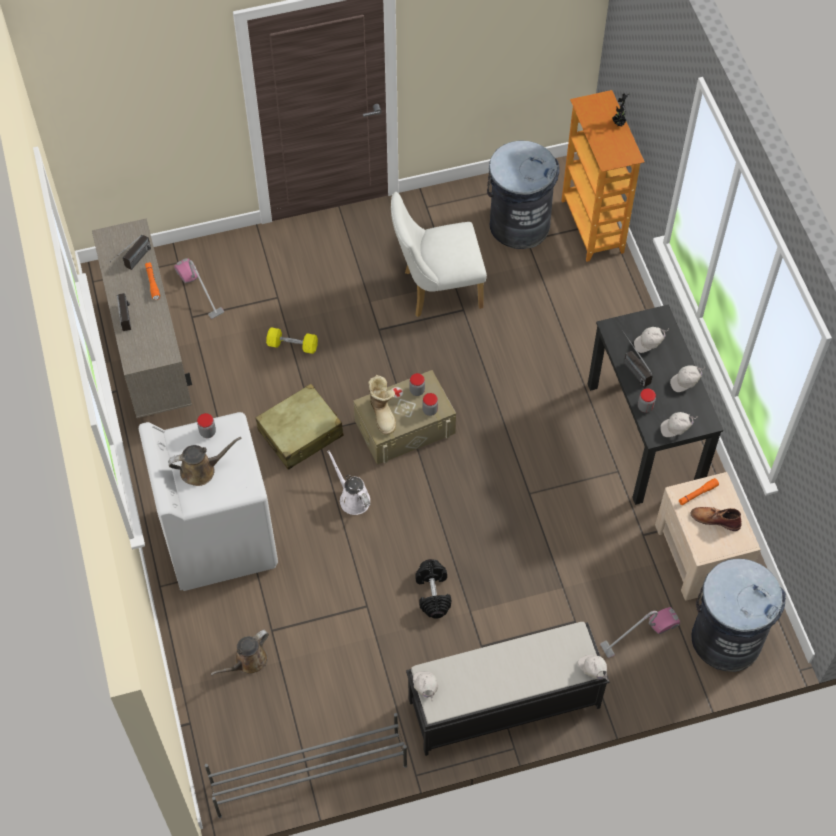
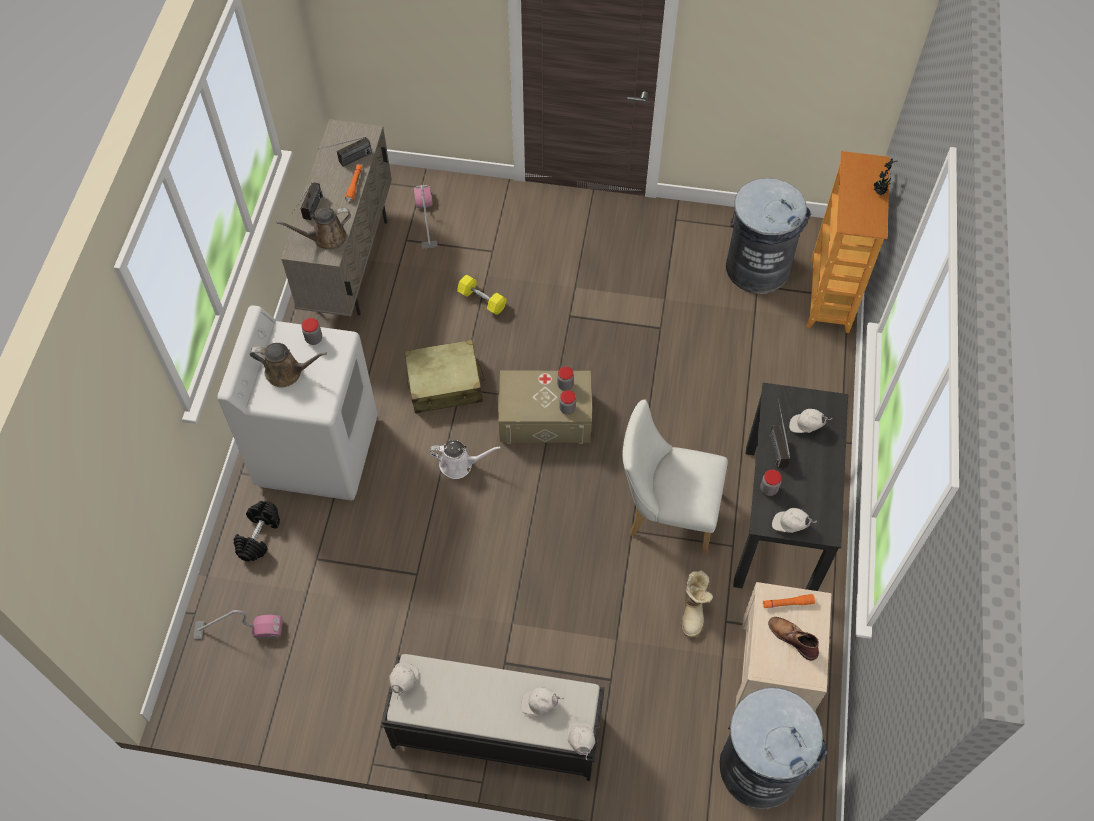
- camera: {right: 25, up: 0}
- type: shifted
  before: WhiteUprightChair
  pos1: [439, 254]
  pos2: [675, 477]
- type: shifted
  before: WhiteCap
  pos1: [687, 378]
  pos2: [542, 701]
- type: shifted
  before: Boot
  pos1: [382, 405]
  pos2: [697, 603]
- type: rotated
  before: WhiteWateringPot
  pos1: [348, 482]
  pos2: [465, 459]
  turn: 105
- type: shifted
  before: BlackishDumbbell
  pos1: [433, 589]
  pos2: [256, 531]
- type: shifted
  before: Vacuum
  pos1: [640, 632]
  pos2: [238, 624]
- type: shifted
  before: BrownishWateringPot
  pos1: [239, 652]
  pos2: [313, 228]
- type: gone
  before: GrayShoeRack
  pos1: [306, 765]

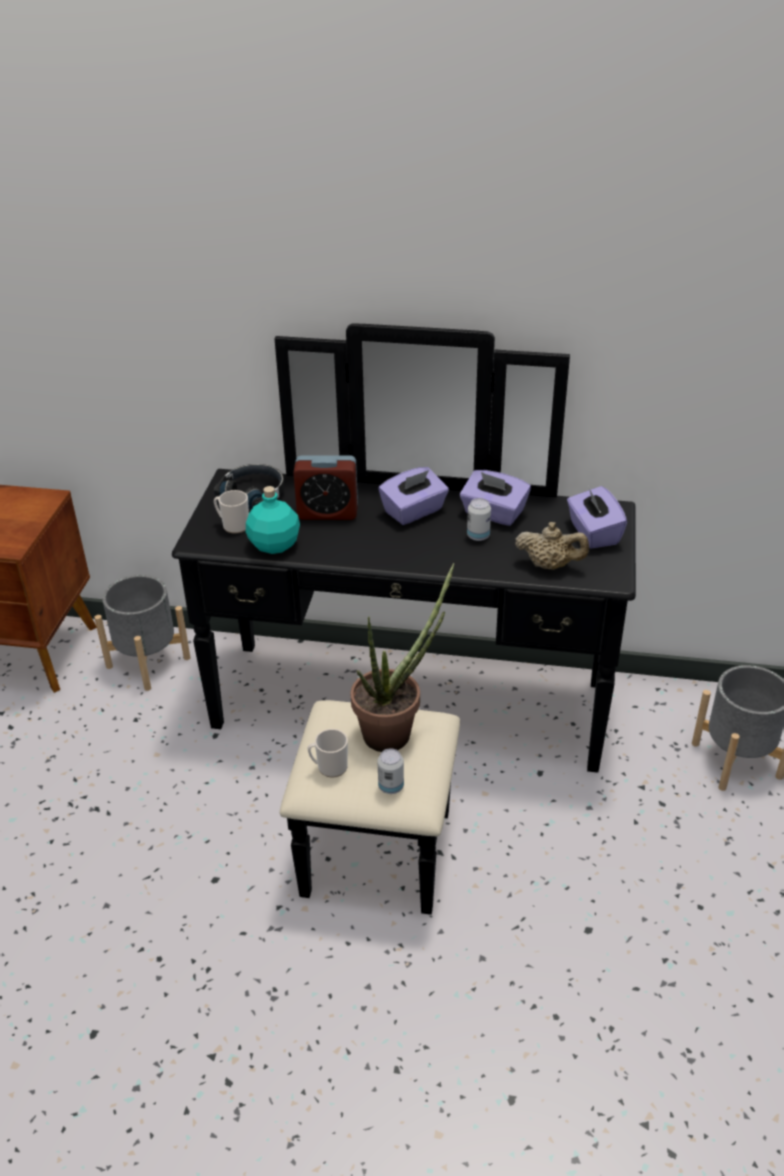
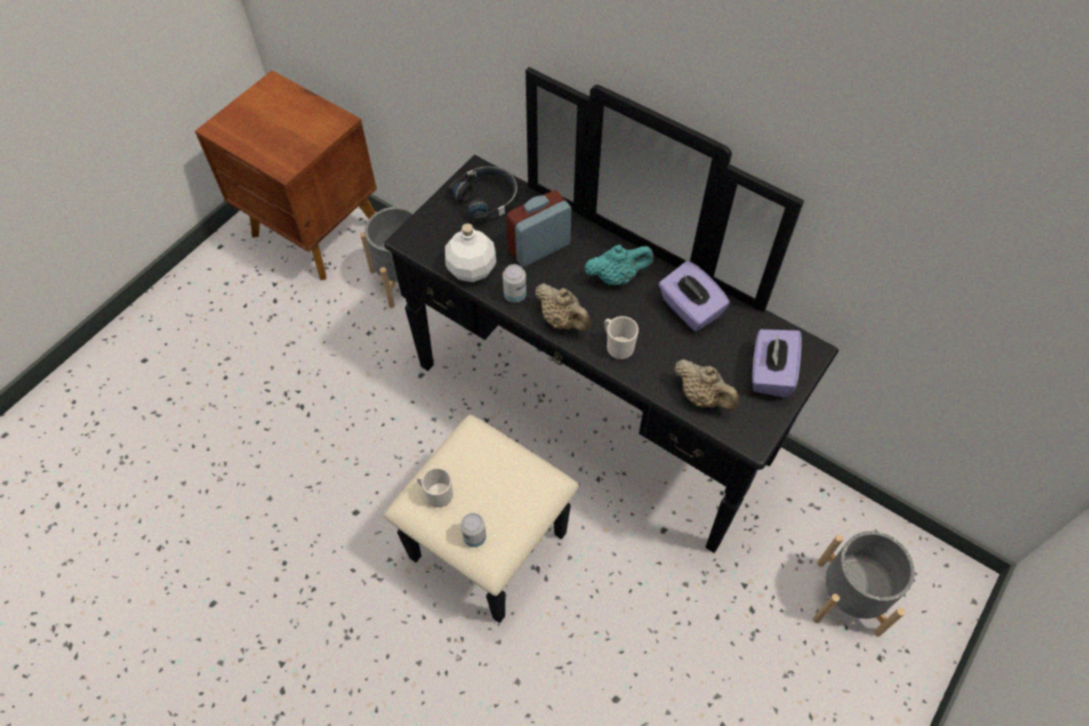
- camera: {right: 25, up: 20}
- type: rotated
  before: AlarmClock
  pos1: [325, 487]
  pos2: [539, 228]
  turn: 120
- type: swapped
  before: PurpleBoxOfTissues
  after: TurquoiseTeapot
  pos1: [413, 496]
  pos2: [619, 265]
- type: repainted
  before: TurquoiseBottle
  after: WhiteBottle
  pos1: [273, 520]
  pos2: [470, 252]
- type: shifted
  before: Mug
  pos1: [231, 512]
  pos2: [621, 338]
- type: shifted
  before: SealedCan
  pos1: [479, 519]
  pos2: [514, 283]
- type: gone
  before: PottedPlant
  pos1: [402, 657]
- type: new
  after: SandColouredTeapot
  pos2: [563, 307]

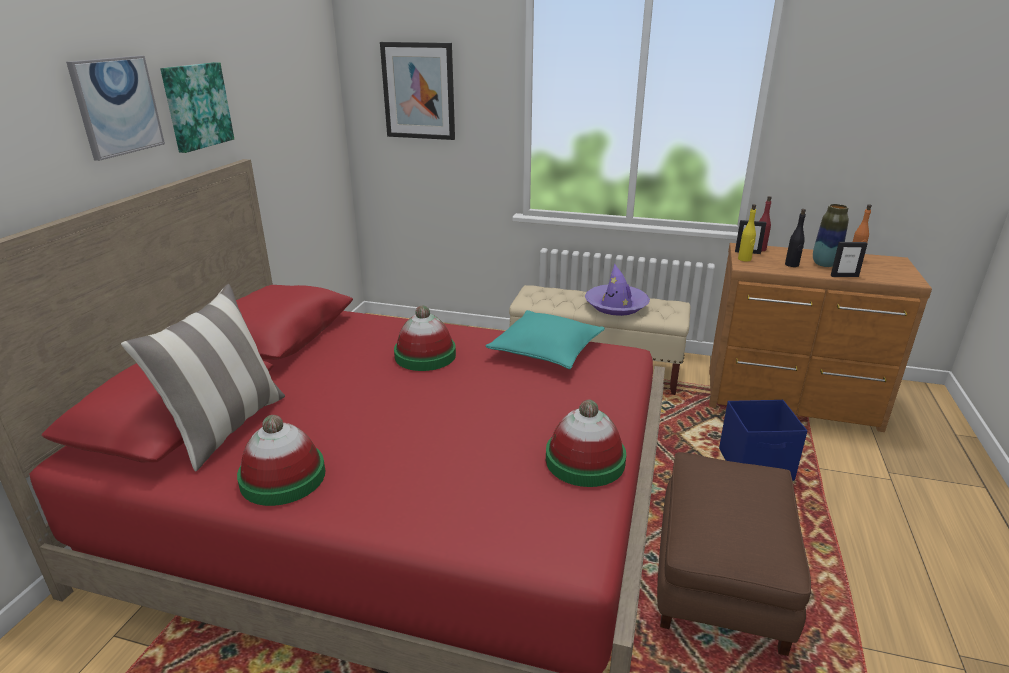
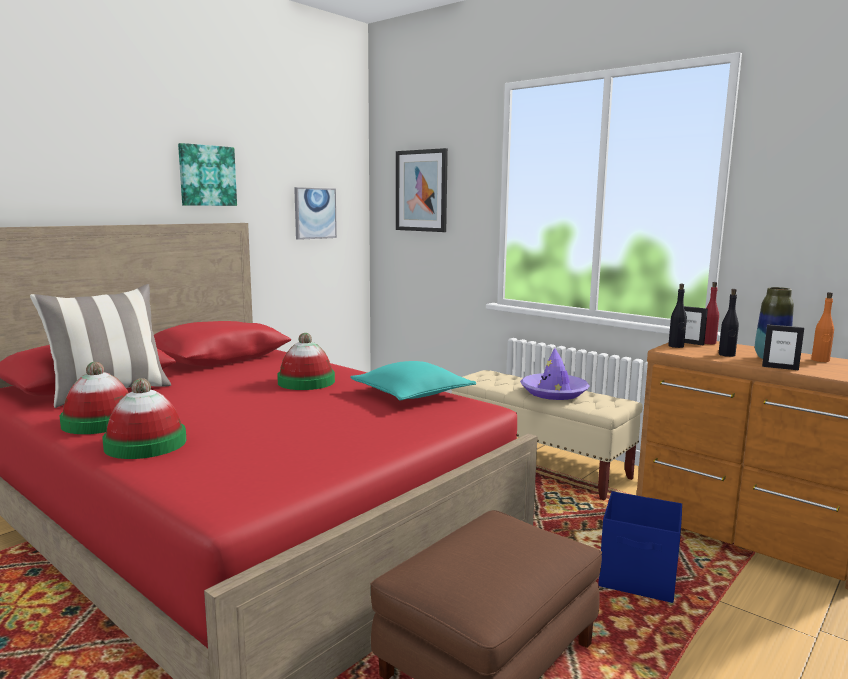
- camera: {right: 25, up: -15}
- type: shifted
  before: WallArt
  pos1: [115, 108]
  pos2: [315, 213]
- type: repainted
  before: YellowBottle
  after: BlackishBottle
  pos1: [747, 232]
  pos2: [677, 316]
- type: shifted
  before: WearableHat
  pos1: [586, 443]
  pos2: [144, 418]

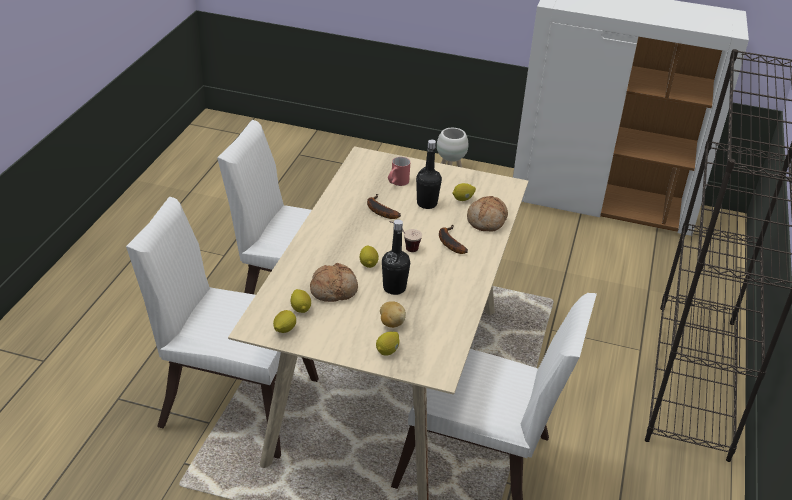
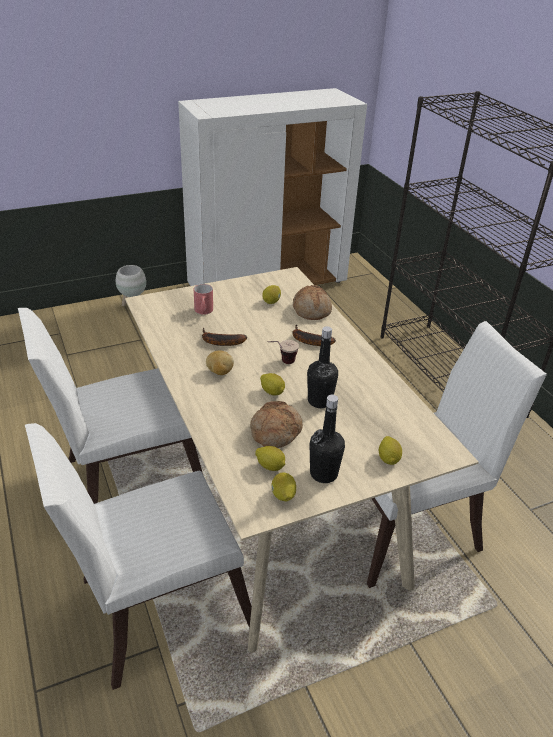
- camera: {right: -40, up: 0}
- type: shifted
  before: BlackishBottle
  pos1: [429, 174]
  pos2: [327, 439]
- type: shifted
  before: WholePotato
  pos1: [393, 314]
  pos2: [220, 362]

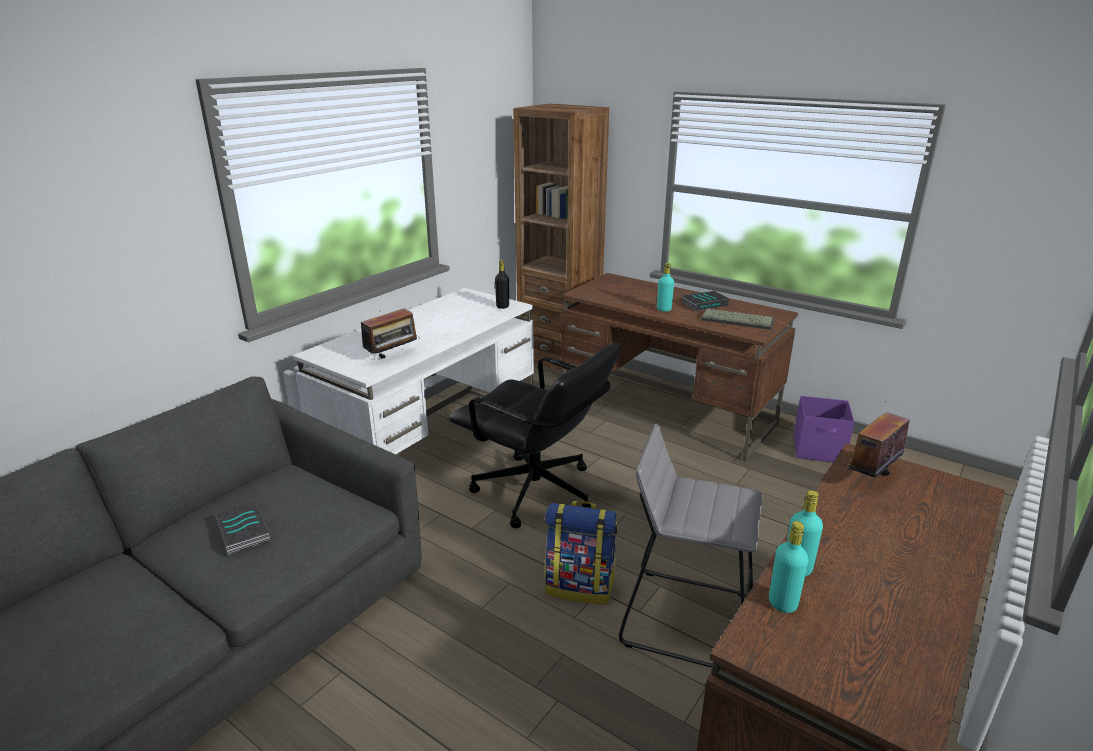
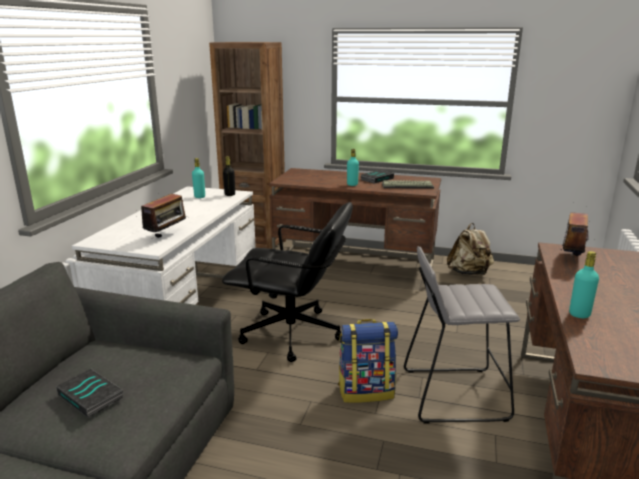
- camera: {right: -20, up: -5}
- type: swapped
  before: PurpleStorageContainer
  after: SandColouredKnapsack
  pos1: [824, 429]
  pos2: [470, 249]
- type: shifted
  before: TurquoiseBottle
  pos1: [789, 567]
  pos2: [198, 178]

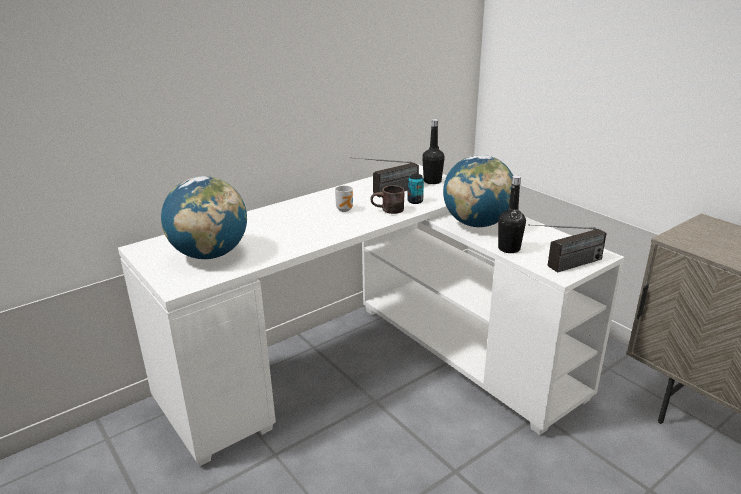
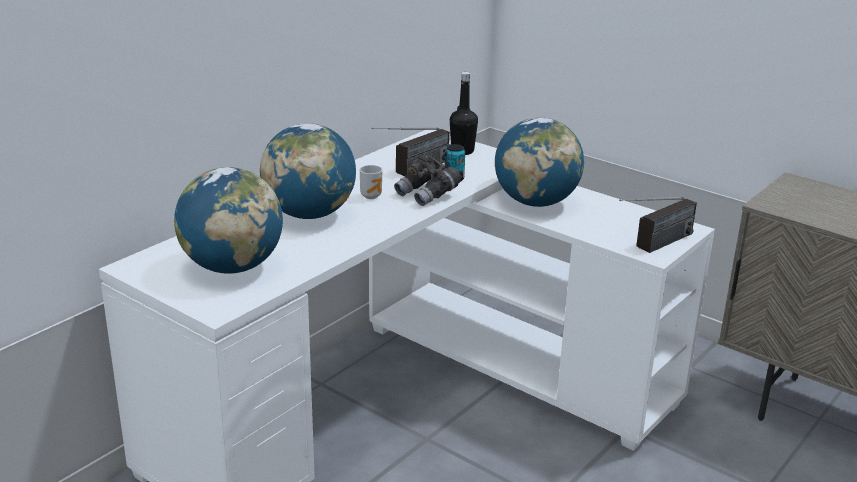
- camera: {right: -15, up: 0}
- type: gone
  before: BlackishBottle
  pos1: [512, 214]
- type: swapped
  before: BrownishMug
  after: GrayBinoculars
  pos1: [387, 199]
  pos2: [427, 179]
- type: new
  after: Globe
  pos2: [308, 171]

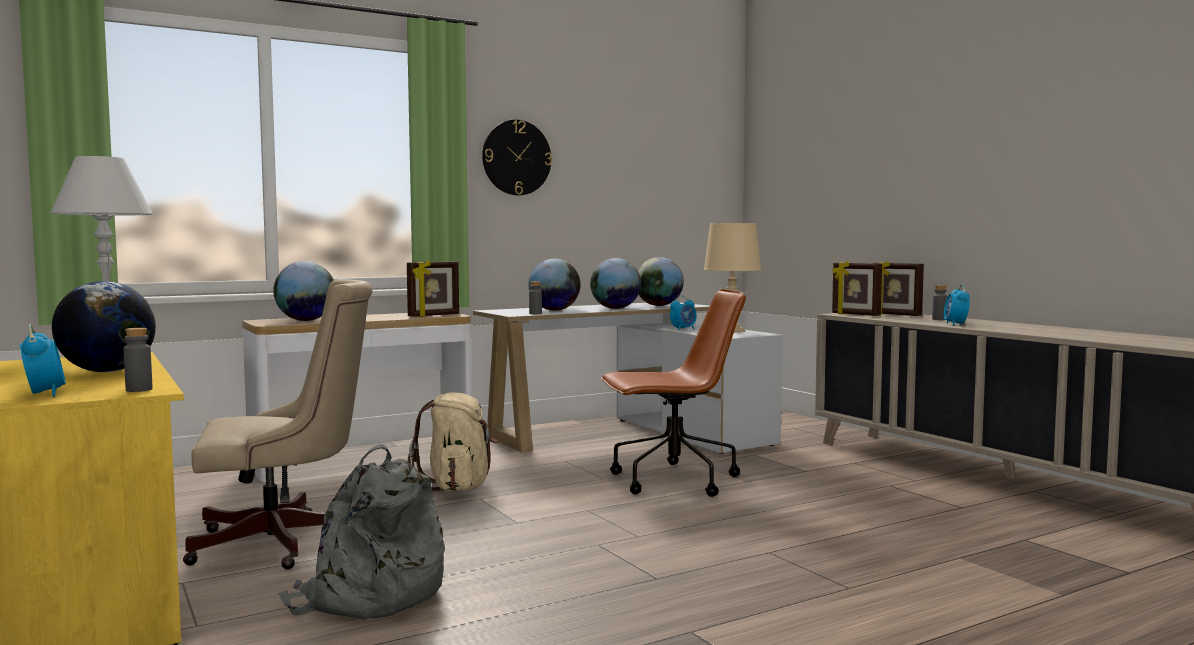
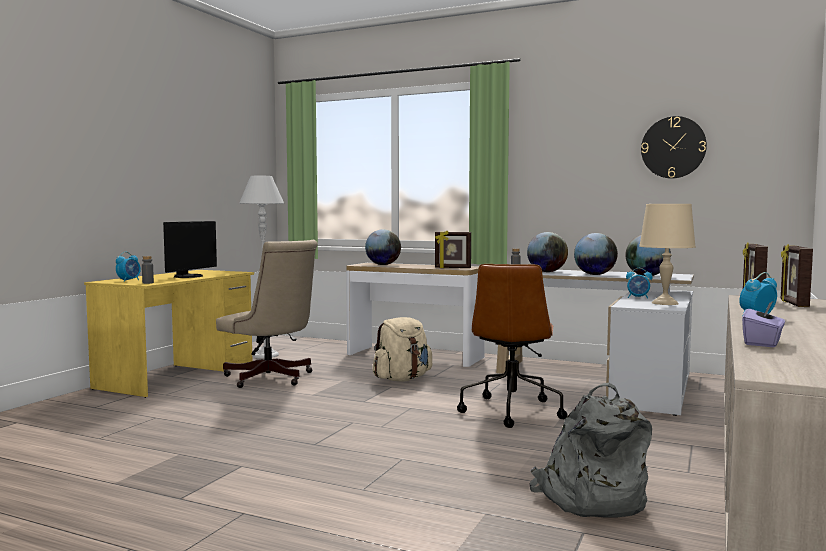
- camera: {right: 55, up: 0}
- type: shifted
  before: WallClock
  pos1: [517, 157]
  pos2: [674, 147]
- type: swapped
  before: Globe
  after: Monitor
  pos1: [104, 326]
  pos2: [190, 249]
- type: gone
  before: GrayBottle
  pos1: [939, 302]
- type: rotated
  before: BrownishDeskChair
  pos1: [673, 393]
  pos2: [512, 346]
  turn: 60
- type: shifted
  before: GrayKnapsack
  pos1: [362, 532]
  pos2: [591, 450]
- type: new
  after: PurpleBoxOfTissues
  pos2: [763, 324]

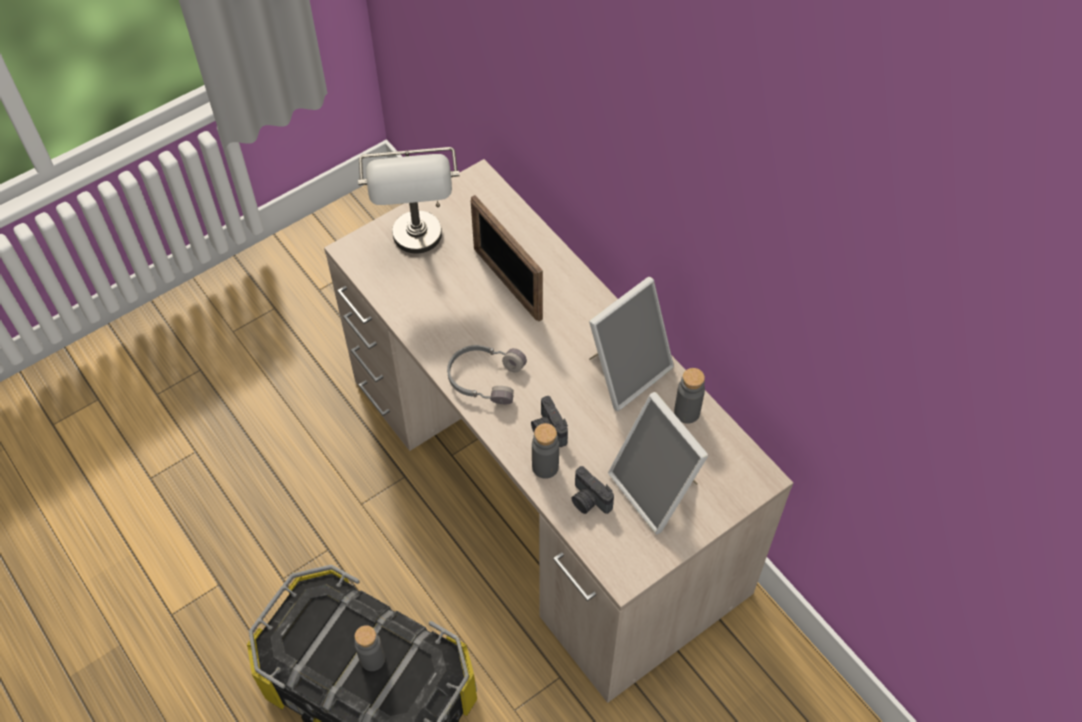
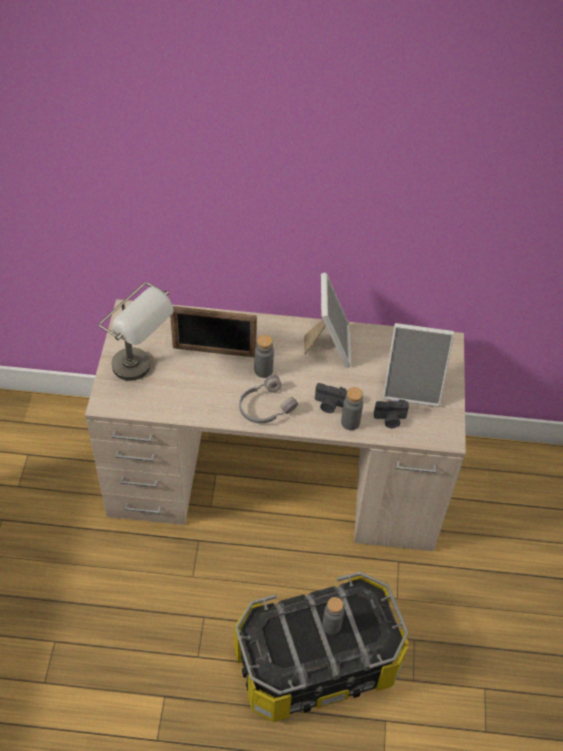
- camera: {right: -50, up: -5}
- type: shifted
  before: GrayBottle
  pos1: [689, 396]
  pos2: [264, 356]

